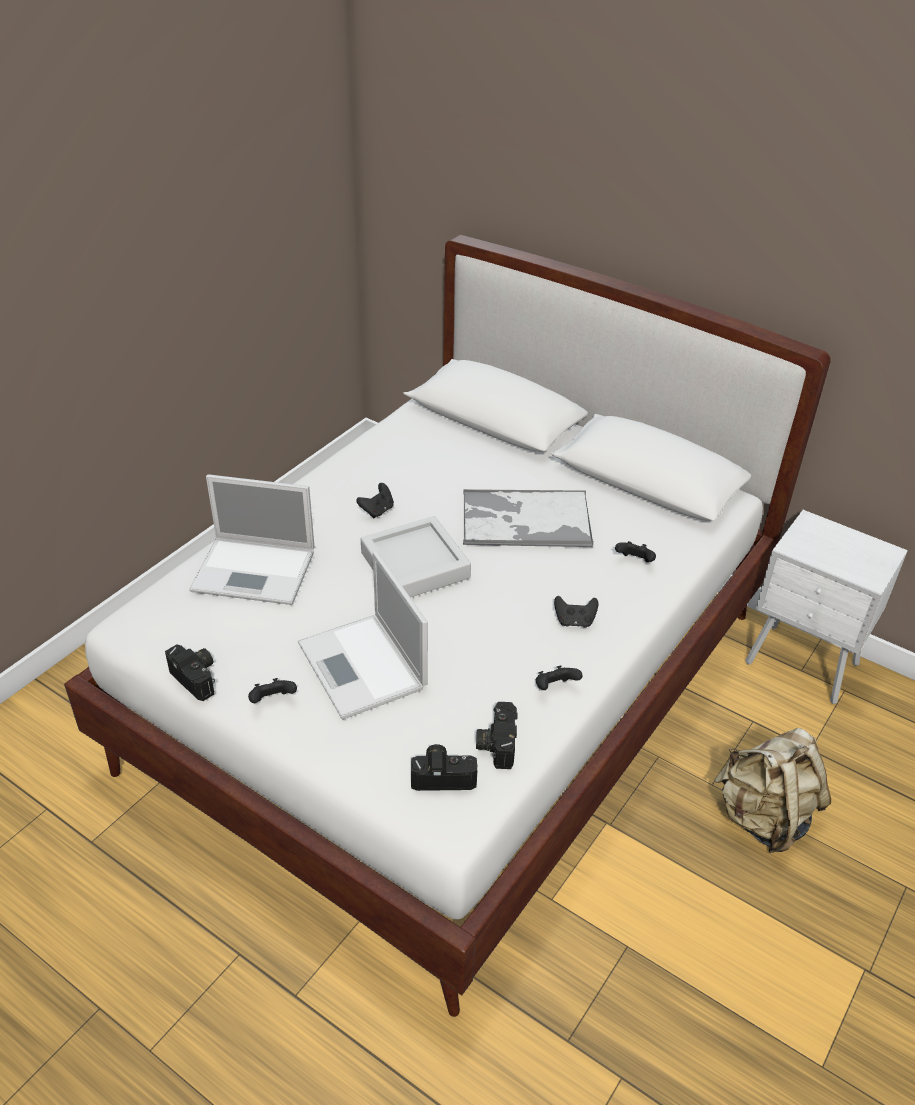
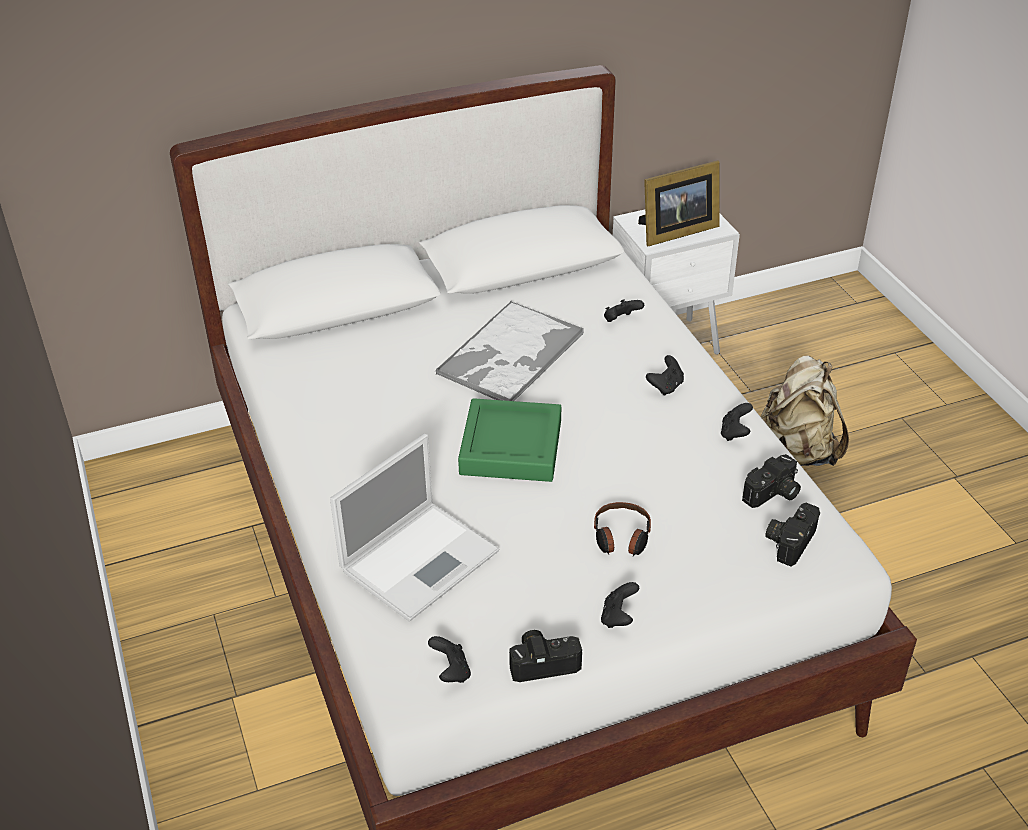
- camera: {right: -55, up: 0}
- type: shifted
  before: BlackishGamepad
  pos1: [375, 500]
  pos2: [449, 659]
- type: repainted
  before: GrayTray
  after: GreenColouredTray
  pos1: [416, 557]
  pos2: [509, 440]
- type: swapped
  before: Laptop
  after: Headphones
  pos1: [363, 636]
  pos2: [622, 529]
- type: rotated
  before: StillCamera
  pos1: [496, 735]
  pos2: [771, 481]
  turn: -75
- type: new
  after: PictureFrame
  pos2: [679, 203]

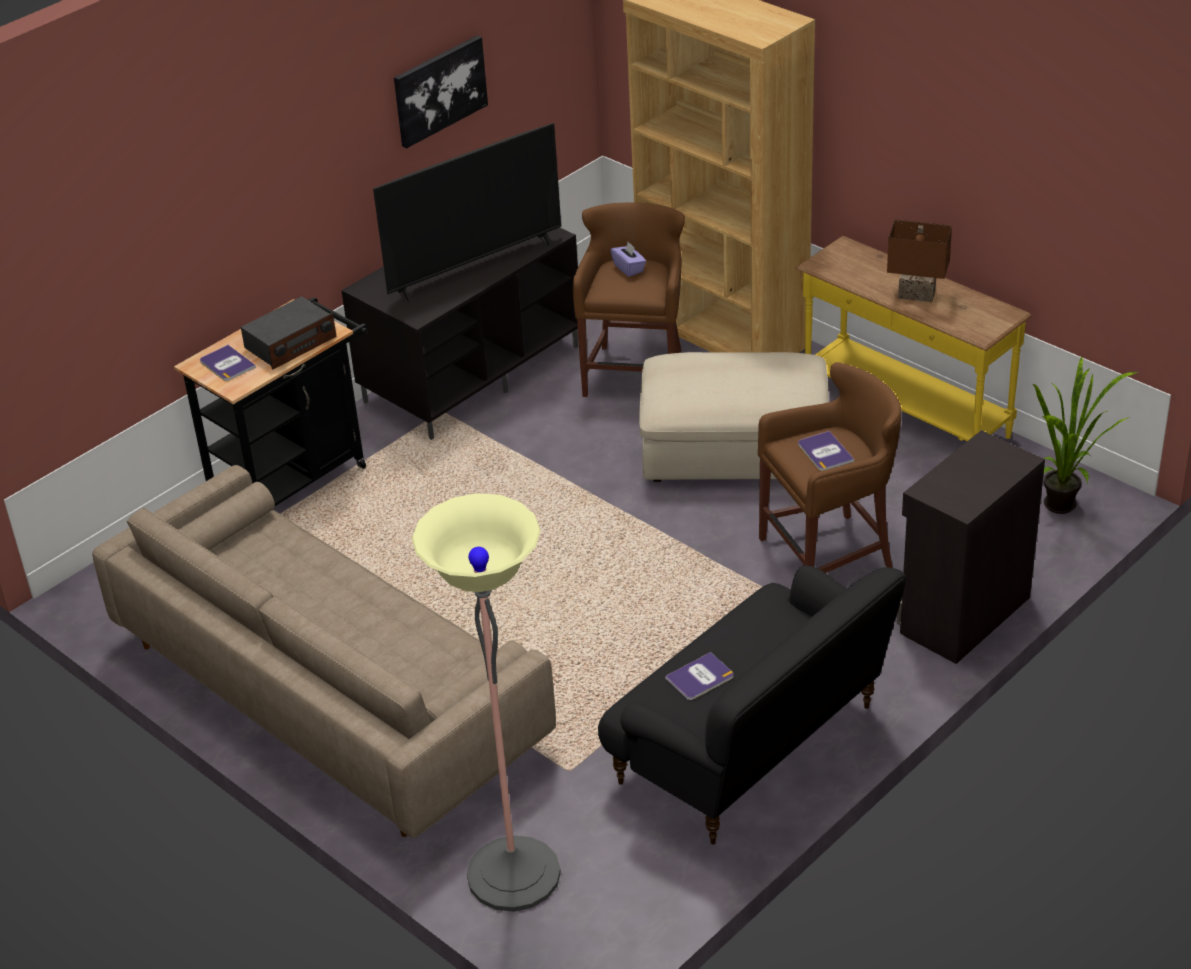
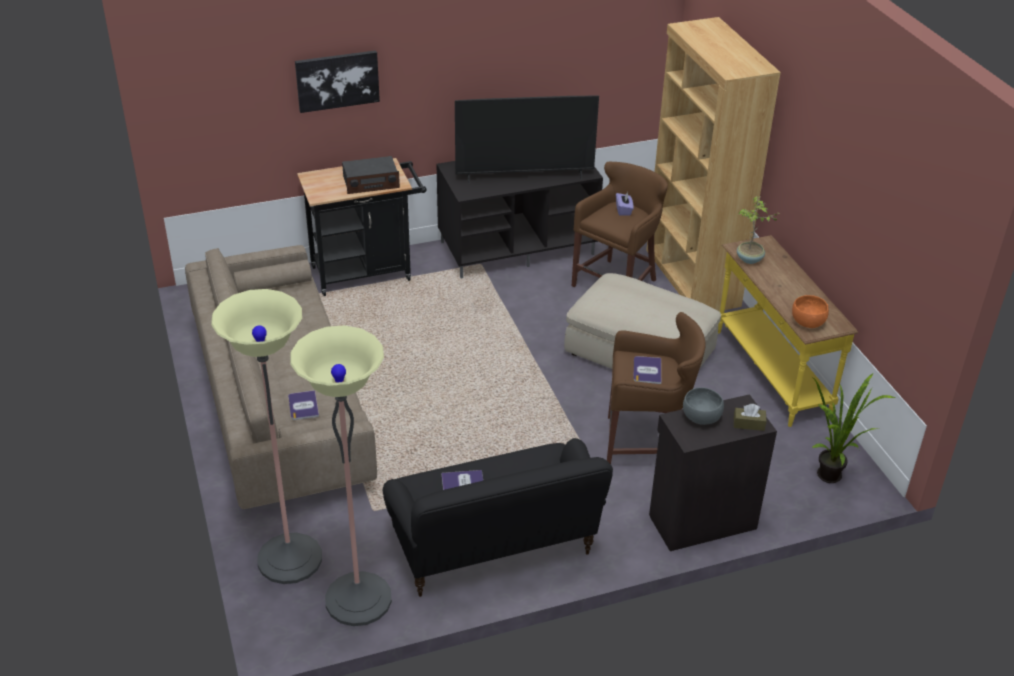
- camera: {right: 25, up: 0}
- type: shifted
  before: WallArt
  pos1: [441, 92]
  pos2: [337, 81]
- type: gone
  before: BrownishTabletopLamp
  pos1: [919, 260]
- type: shifted
  before: Volume
  pos1: [228, 363]
  pos2: [303, 405]
- type: new
  after: PottedPlant
  pos2: [759, 230]
- type: new
  after: OrangeColouredDeepDish
  pos2: [810, 311]
- type: new
  after: FloorLamp
  pos2: [341, 475]
- type: new
  after: GrayDeepDish
  pos2: [703, 406]
- type: new
  after: BrownishBoxOfTissues
  pos2: [750, 417]

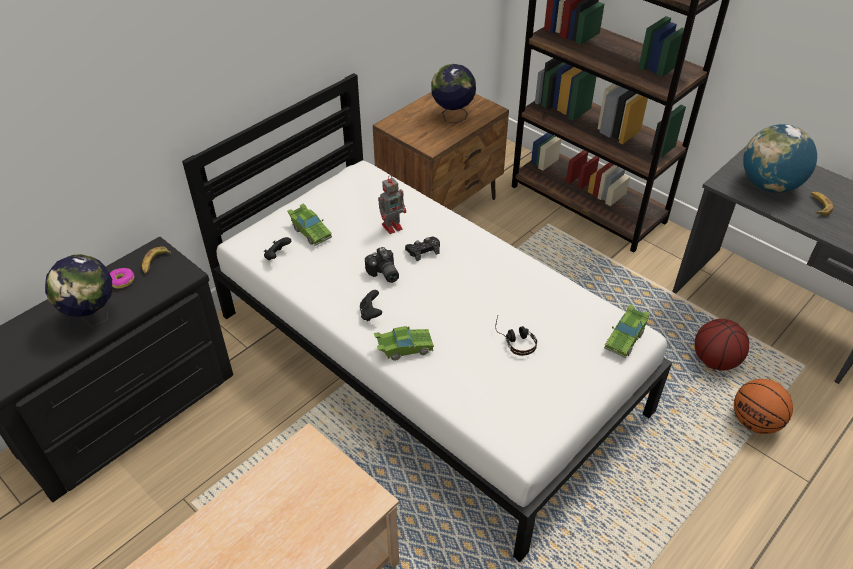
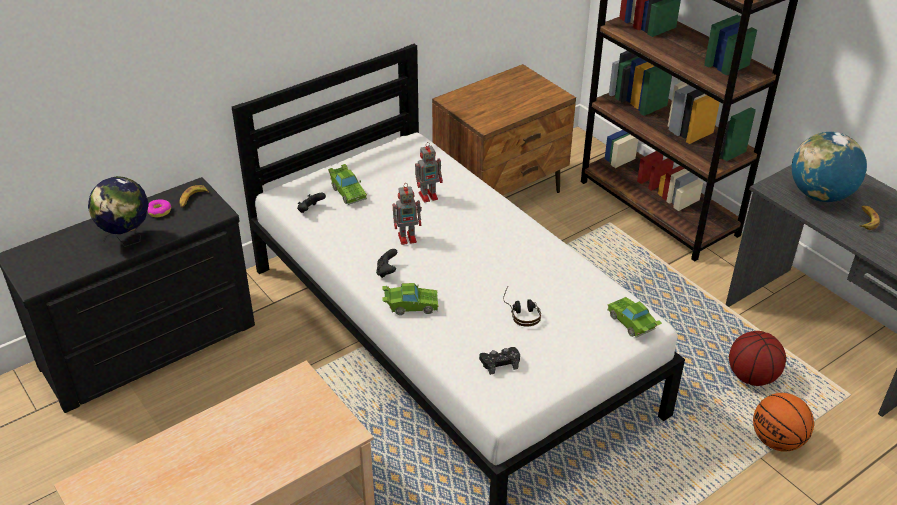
- camera: {right: 10, up: -5}
- type: gone
  before: Globe
  pos1: [453, 93]
- type: shifted
  before: BlackishGamepad
  pos1: [422, 249]
  pos2: [499, 361]
- type: swapped
  before: StillCamera
  after: ToyRobot
  pos1: [382, 265]
  pos2: [407, 214]
- type: rotated
  before: GreenColouredModelCar
  pos1: [627, 331]
  pos2: [634, 317]
  turn: 105

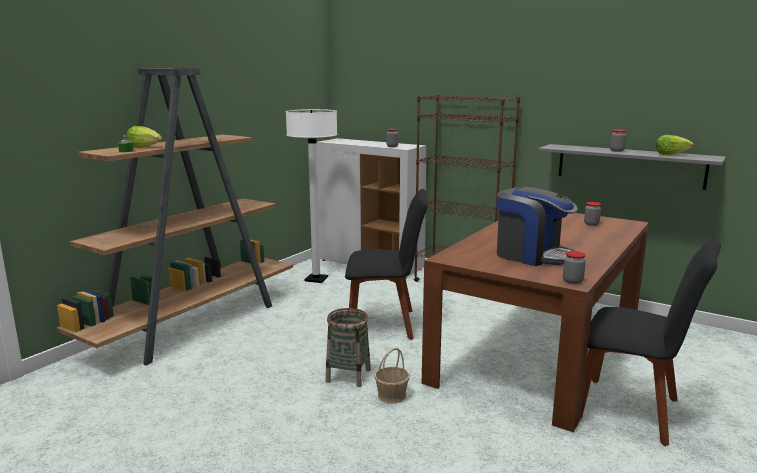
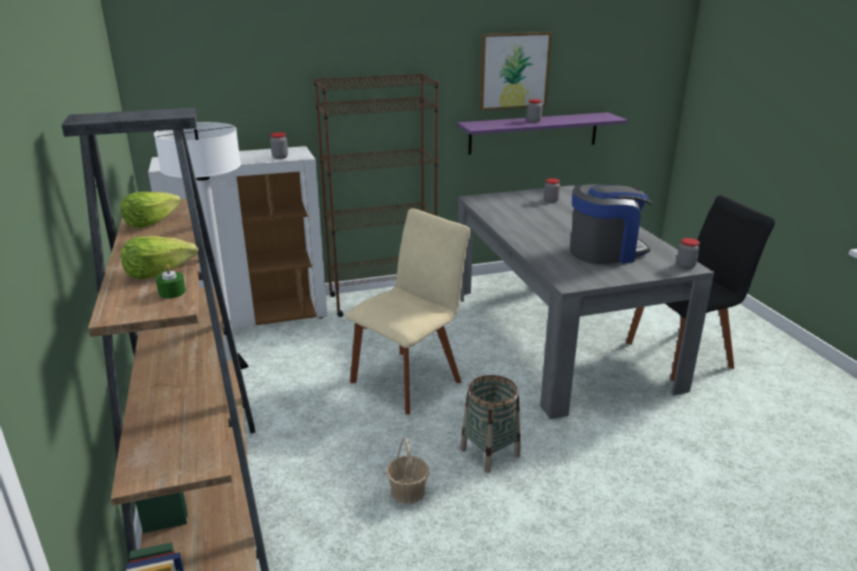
- camera: {right: -50, up: 10}
- type: shifted
  before: LettuceHead
  pos1: [675, 145]
  pos2: [151, 210]
- type: repainted
  before: GrayBracketShelf
  after: PurpleBracketShelf
  pos1: [632, 167]
  pos2: [542, 133]
- type: repainted
  before: BlackishUprightChair
  after: SandColouredUprightChair
  pos1: [386, 264]
  pos2: [407, 311]
- type: repainted
  before: BrownishDiningTable
  after: GrayDiningTable
  pos1: [535, 322]
  pos2: [586, 302]
- type: shifted
  before: HouseholdBasket
  pos1: [392, 376]
  pos2: [407, 470]
- type: new
  after: WallArt
  pos2: [515, 71]

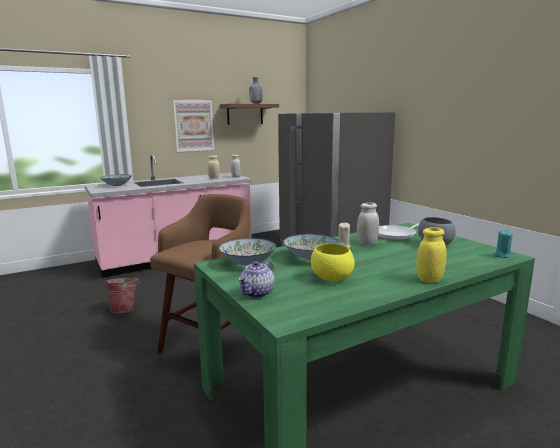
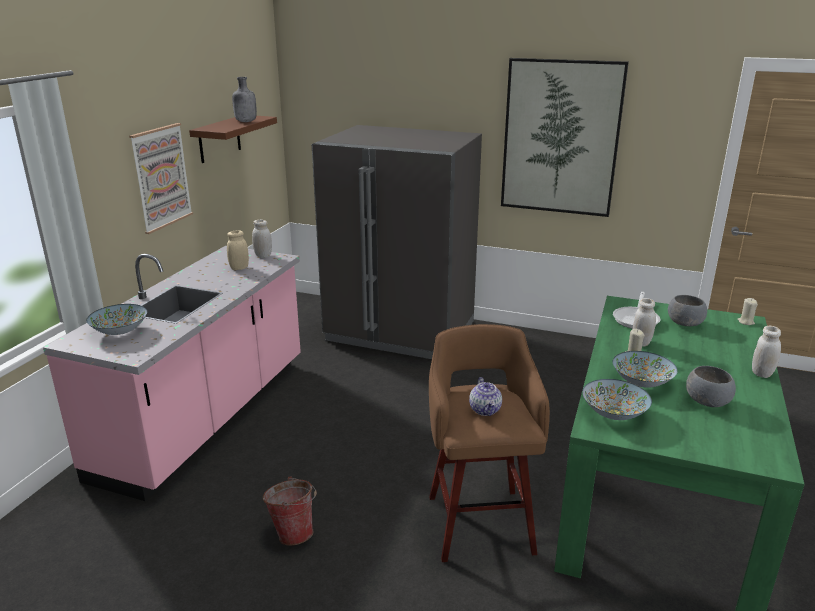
- camera: {right: -40, up: 10}
- type: repainted
  before: YellowPreserveJar
  after: WhitePreserveJar
  pos1: [431, 255]
  pos2: [766, 352]
- type: repainted
  before: TurquoiseCandle
  after: SandColouredCandle
  pos1: [503, 244]
  pos2: [747, 311]
- type: repainted
  before: YellowDeepDish
  after: GrayDeepDish
  pos1: [333, 262]
  pos2: [711, 386]
- type: shifted
  before: Teapot
  pos1: [256, 279]
  pos2: [485, 396]
- type: new
  after: WallArt
  pos2: [565, 137]

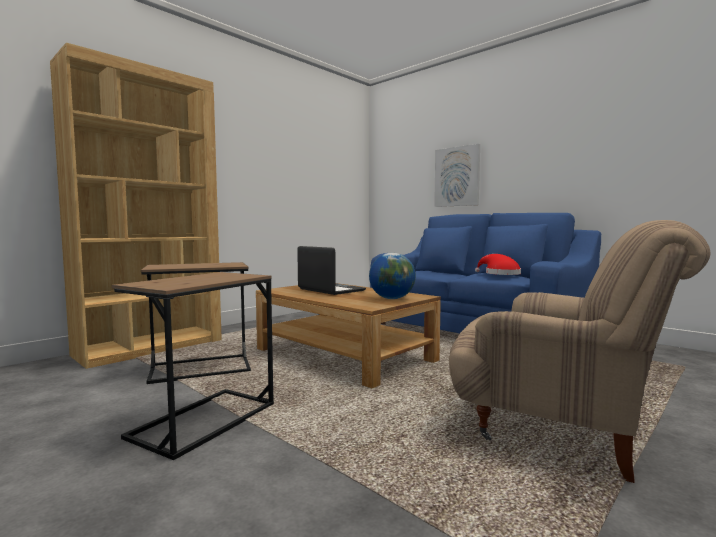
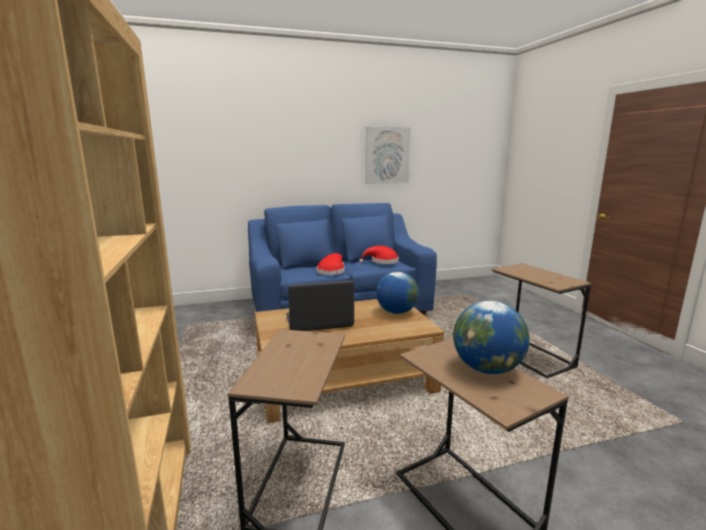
- camera: {right: -60, up: 10}
- type: shifted
  before: WallArt
  pos1: [457, 175]
  pos2: [388, 155]
- type: swapped
  before: SandColouredEasyChair
  after: BrownishEndTable
  pos1: [580, 351]
  pos2: [541, 320]
- type: new
  after: RedWearableHat
  pos2: [331, 264]
- type: new
  after: Globe
  pos2: [491, 337]

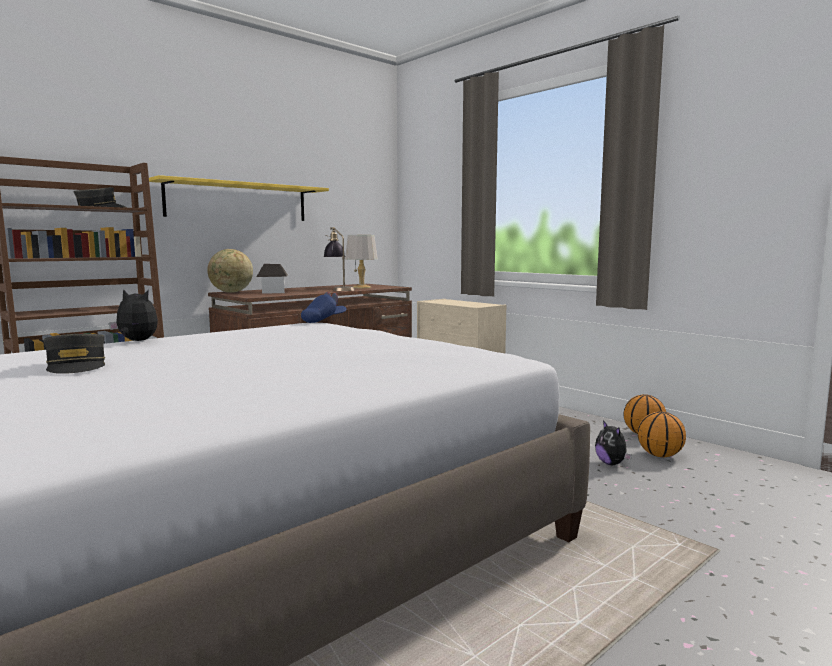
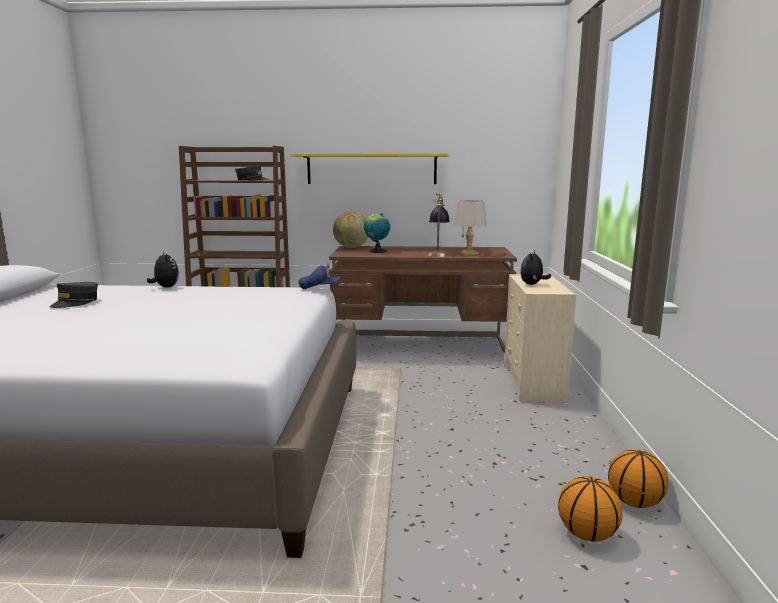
- camera: {right: 45, up: 5}
- type: swapped
  before: MiniatureHouse
  after: Globe
  pos1: [272, 279]
  pos2: [377, 233]
- type: shifted
  before: PlushToy
  pos1: [613, 442]
  pos2: [535, 267]

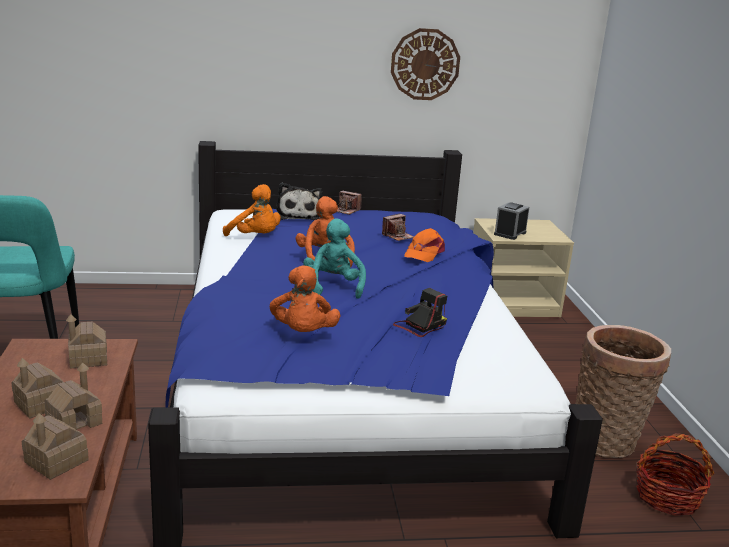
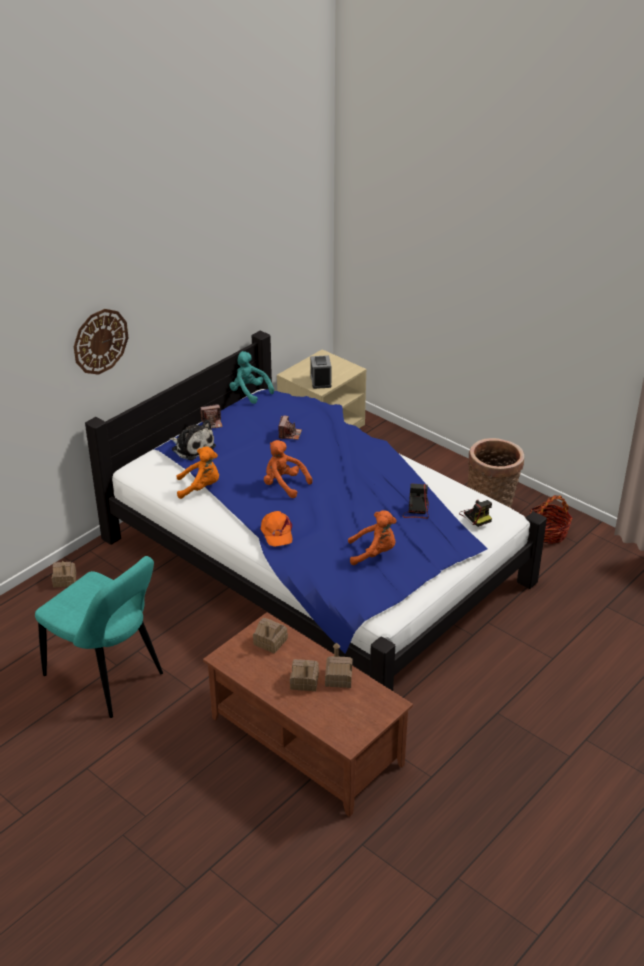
- camera: {right: -40, up: 15}
- type: shifted
  before: WallClock
  pos1: [425, 64]
  pos2: [101, 342]
- type: shifted
  before: TurquoisePlushToy
  pos1: [334, 258]
  pos2: [251, 377]
- type: shifted
  before: OrangeColouredCap
  pos1: [424, 245]
  pos2: [277, 529]
- type: rotated
  before: OrangeColouredPlushToy
  pos1: [305, 298]
  pos2: [372, 538]
  turn: -45
- type: shifted
  before: MiniatureHouse
  pos1: [55, 446]
  pos2: [64, 574]
- type: new
  after: StillCamera
  pos2: [475, 513]

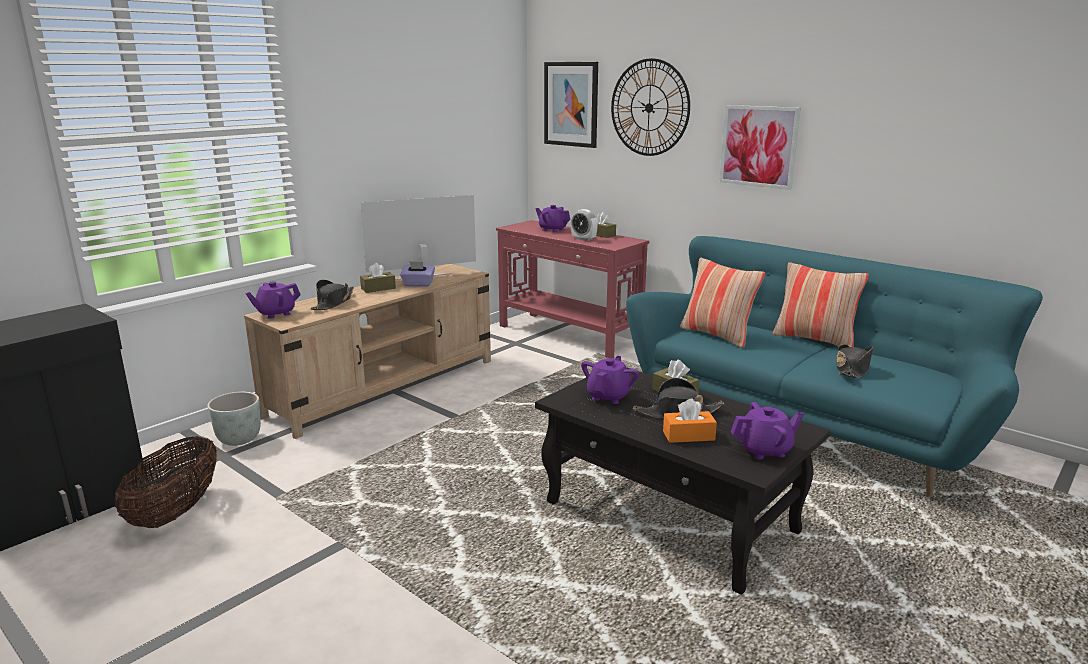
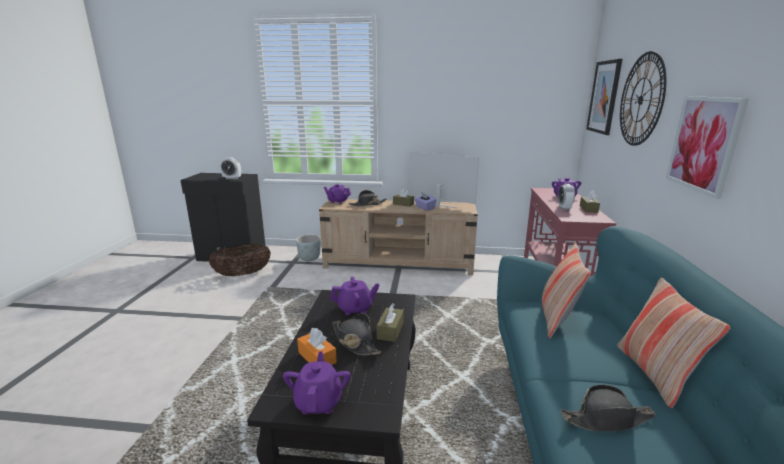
- camera: {right: 55, up: 0}
- type: rotated
  before: PurpleTeapot
  pos1: [767, 431]
  pos2: [317, 382]
  turn: -135
- type: new
  after: AlarmClock
  pos2: [230, 168]

